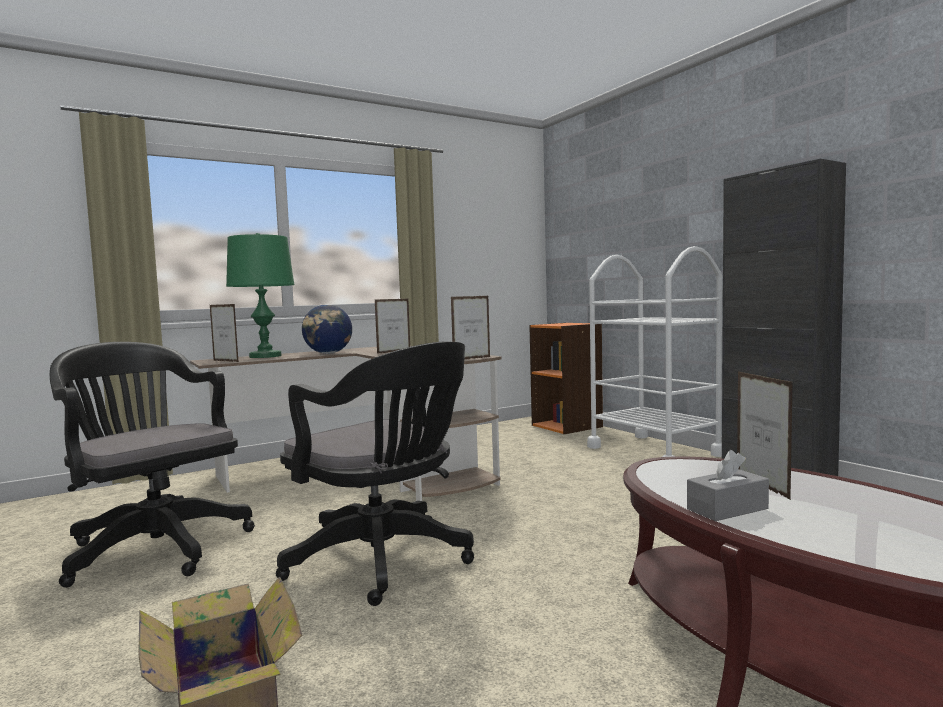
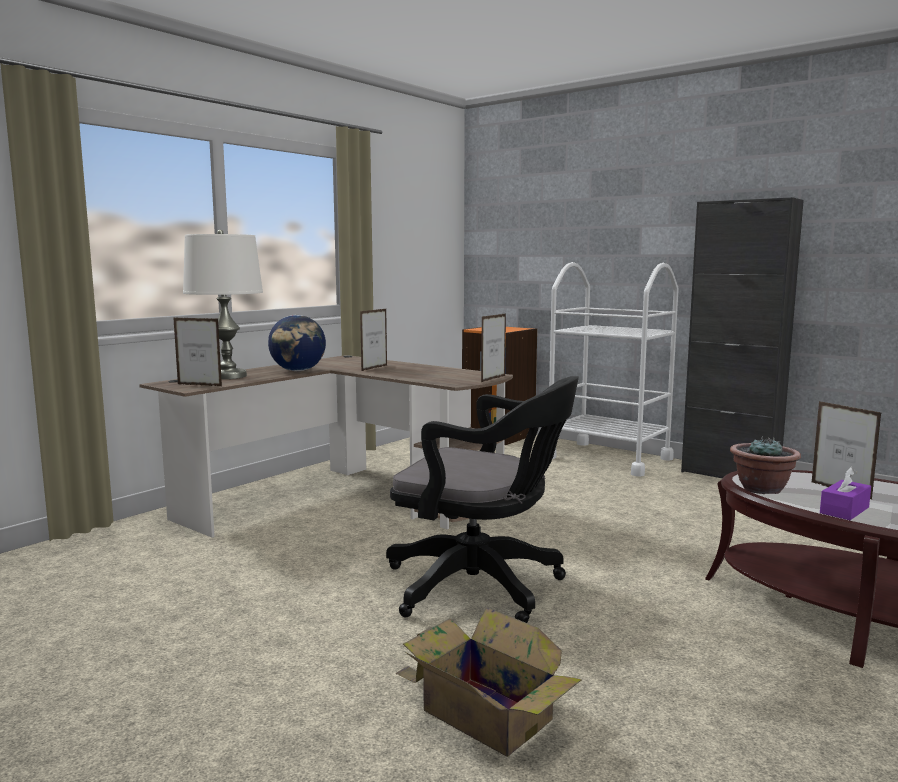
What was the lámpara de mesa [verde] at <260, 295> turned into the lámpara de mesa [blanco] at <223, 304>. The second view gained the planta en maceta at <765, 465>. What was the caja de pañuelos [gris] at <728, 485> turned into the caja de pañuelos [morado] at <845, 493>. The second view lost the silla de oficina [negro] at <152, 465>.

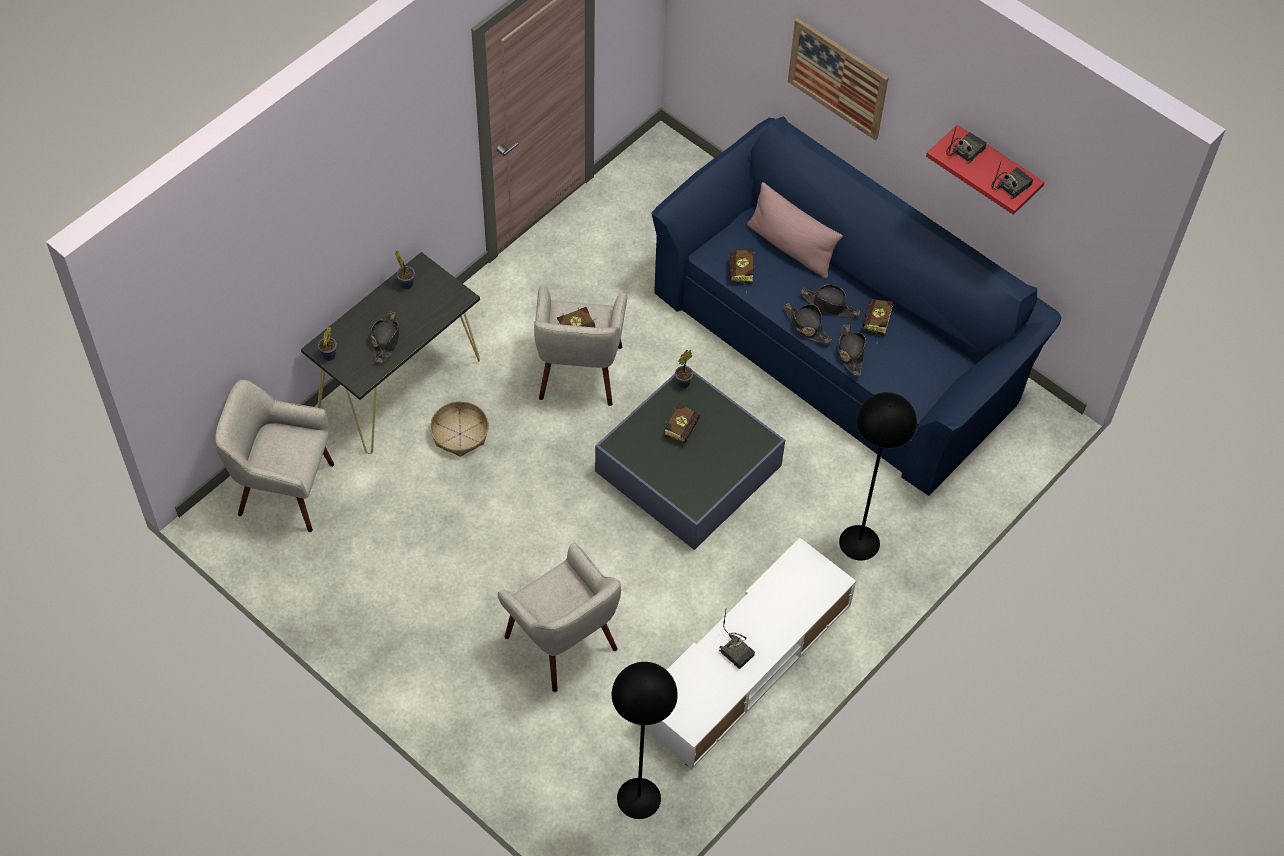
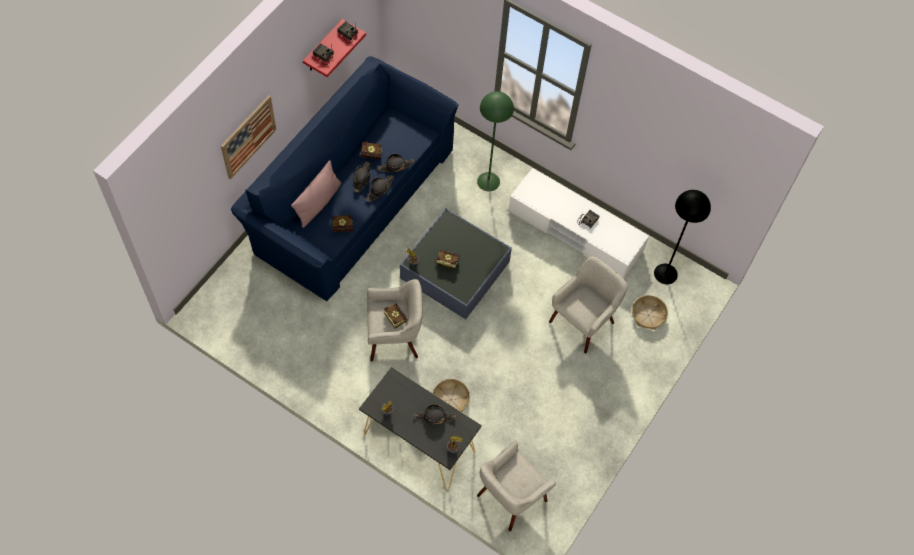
What was the lámpara de pie [negro] at <878, 476> turned into the lámpara de pie [verde] at <495, 141>. The sillón [beis] at <274, 456> ended up facing another way, 45 degrees clockwise from before. The second view gained the cesta at <650, 312>.

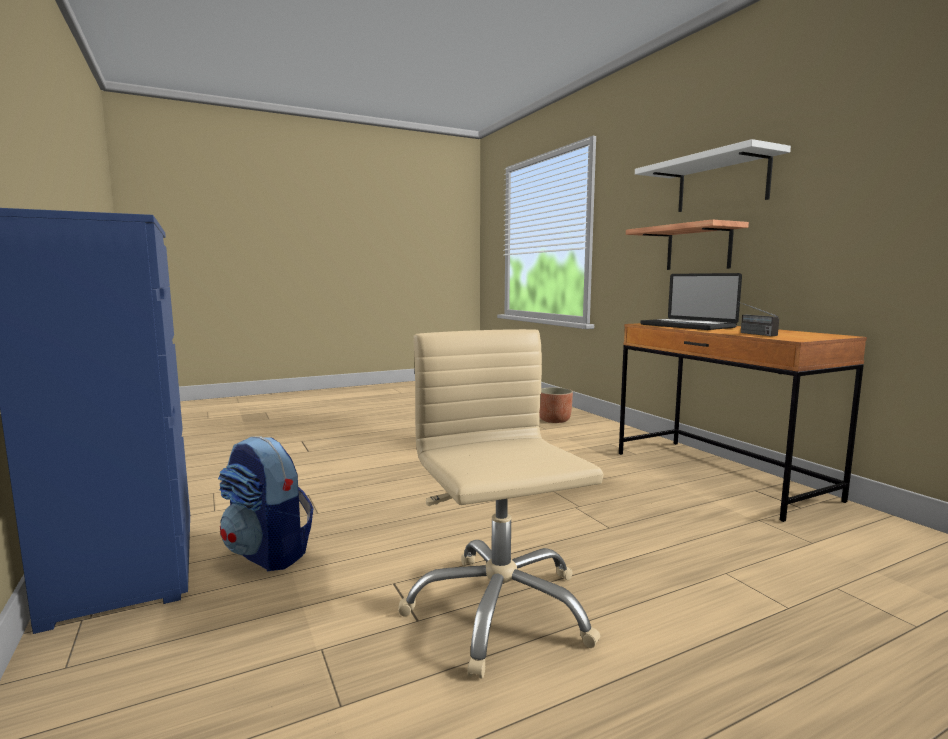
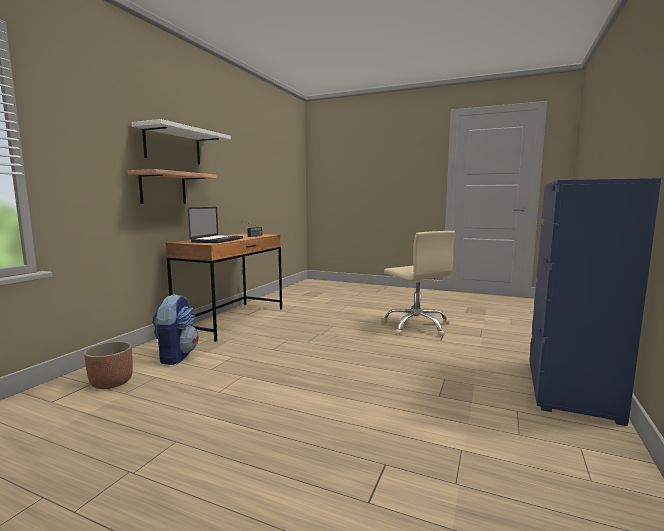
The mochila ended up elsewhere, having gone from <265, 504> to <175, 329>. The silla de oficina [beis] at <501, 504> ended up facing another way, 60 degrees counterclockwise from before.

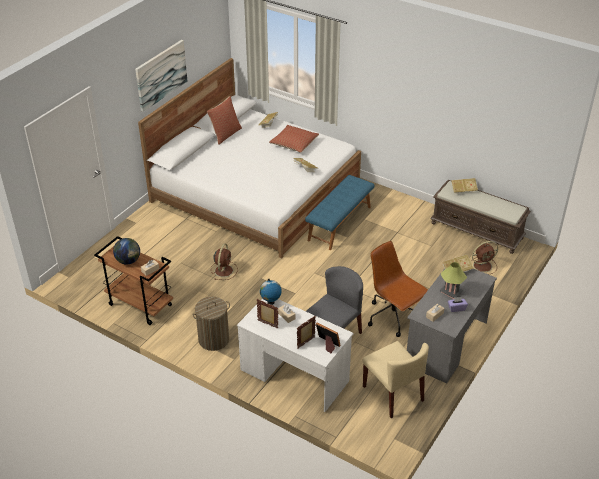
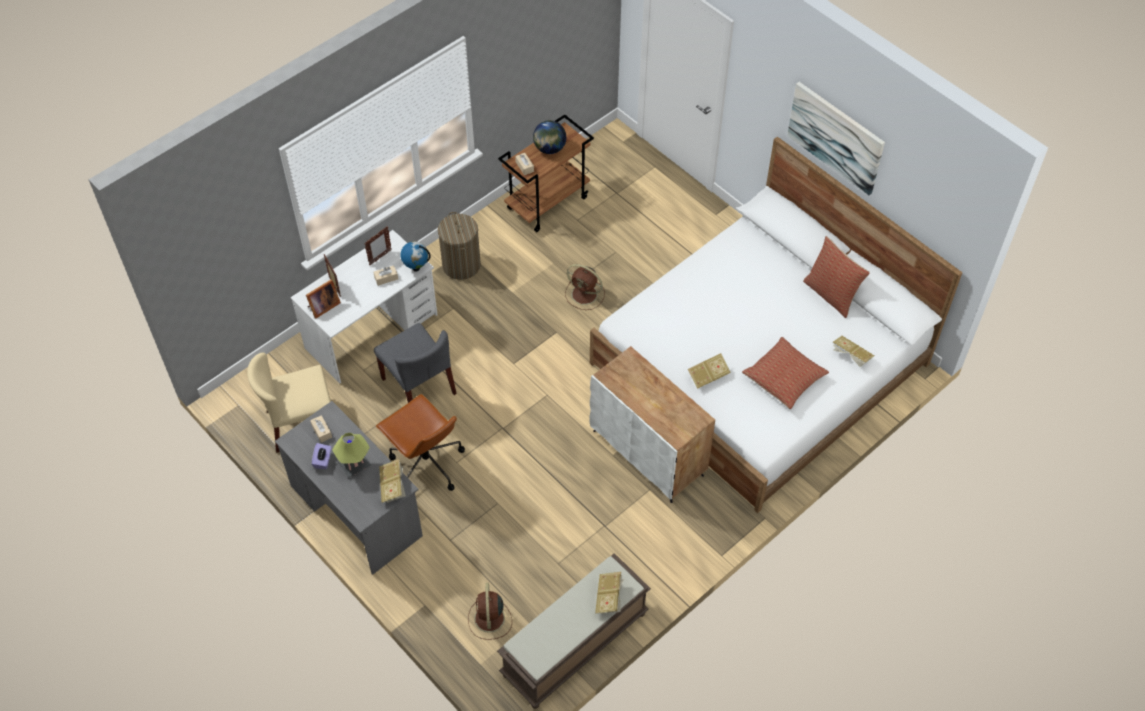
The silla de oficina [marrón] at <398, 289> ended up facing another way, 75 degrees clockwise from before. Where the banco [azul] stood at <340, 212>, the armario [blanco] came to stand at <652, 424>.

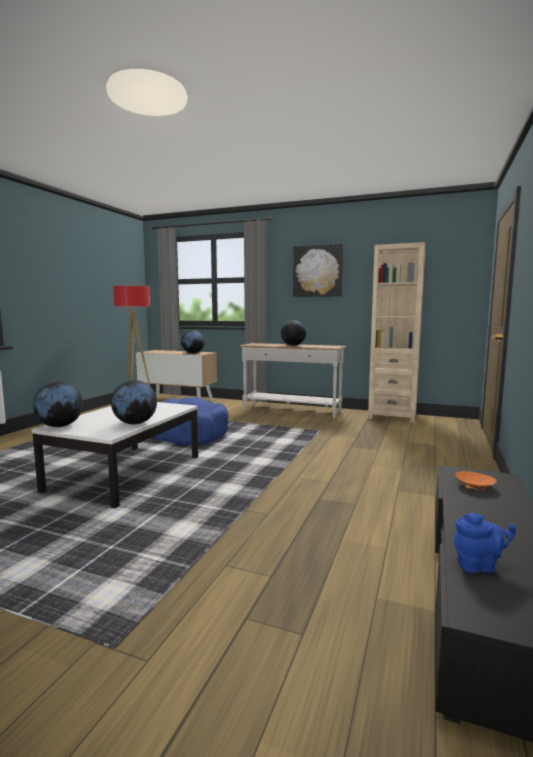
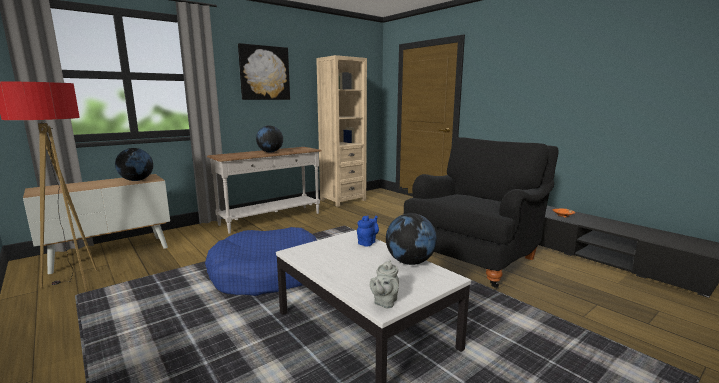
The tetera [azul] ended up elsewhere, having gone from <485, 543> to <368, 231>. Where the globo terráqueo stood at <58, 404>, the tetera [gris] came to stand at <384, 284>. The second view gained the sillón [negro] at <481, 212>.

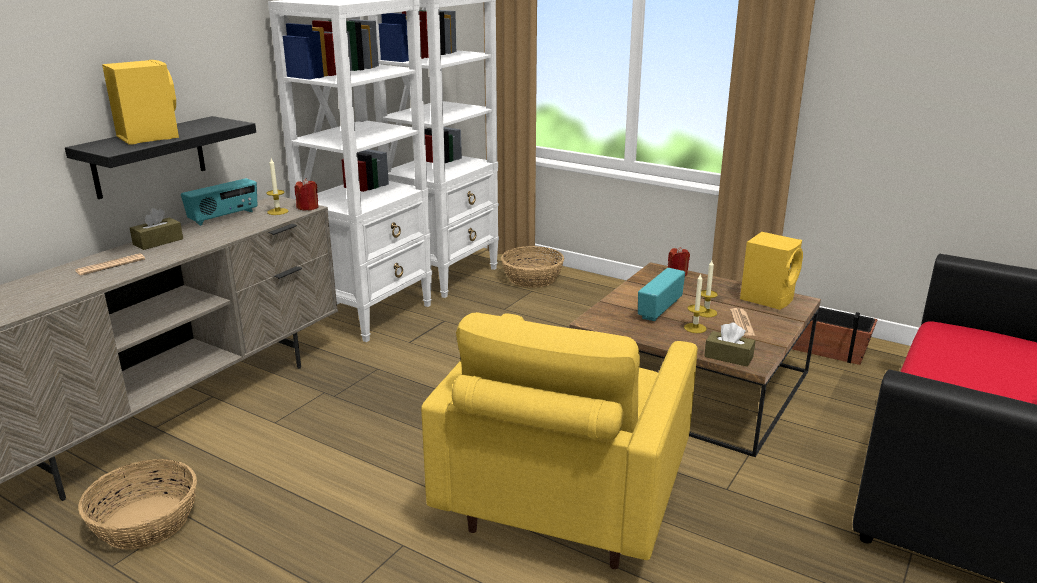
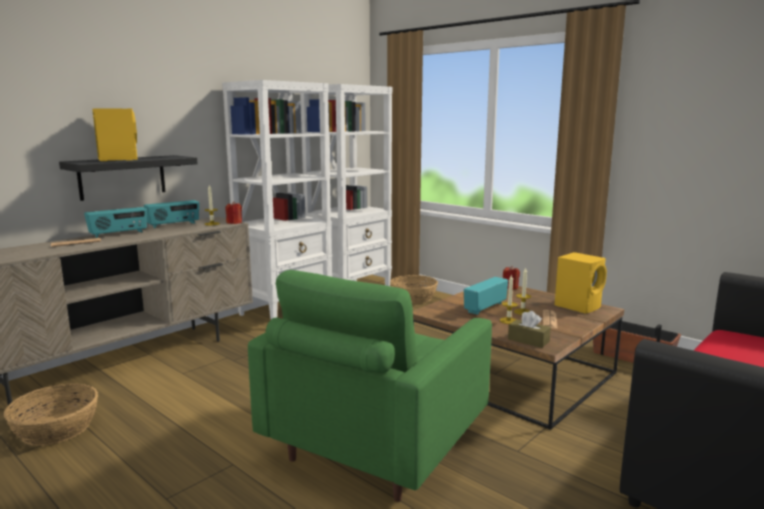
Where the caja de pañuelos [marrón] stood at <156, 229>, the radio came to stand at <115, 222>. What was the sillón [amarillo] at <559, 440> turned into the sillón [verde] at <370, 386>.

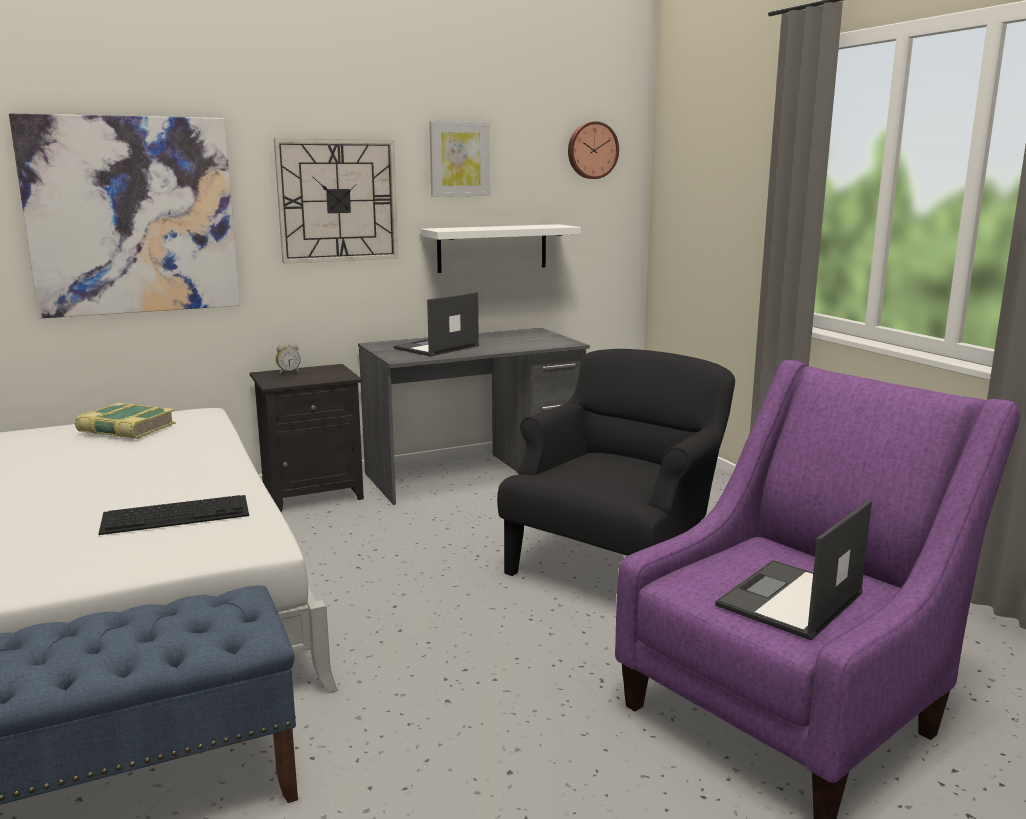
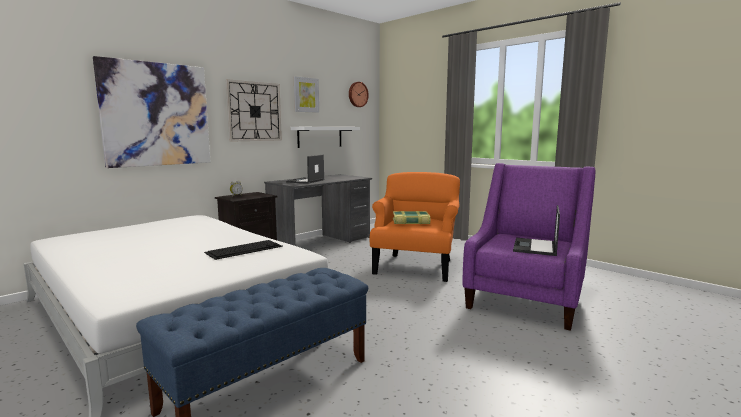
What was the sillón [negro] at <616, 462> turned into the sillón [naranja] at <415, 227>. The libro ended up elsewhere, having gone from <125, 421> to <411, 217>.

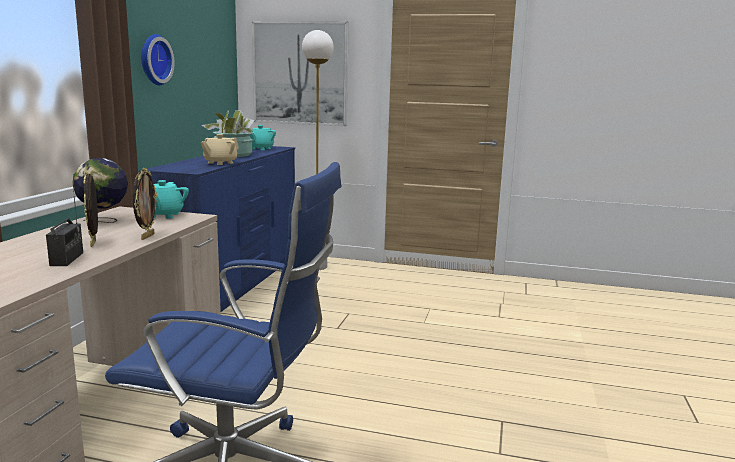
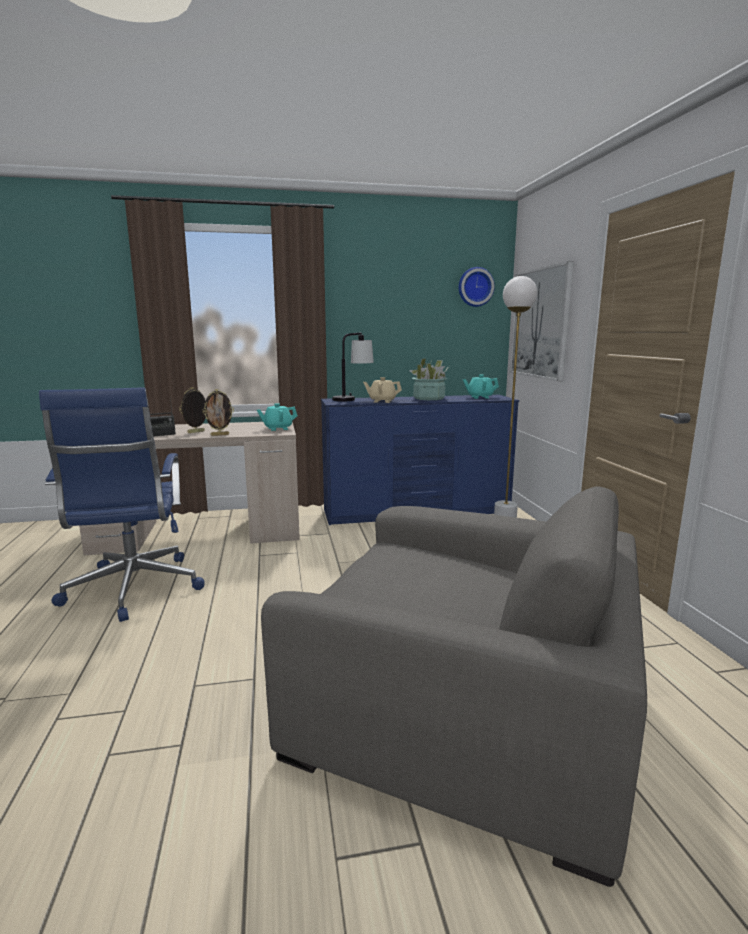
The second view gained the sillón [gris] at <454, 686>. The second view gained the lámpara de mesa at <353, 367>. The reloj de pared ended up elsewhere, having gone from <158, 59> to <477, 287>. The second view lost the globo terráqueo at <100, 190>.

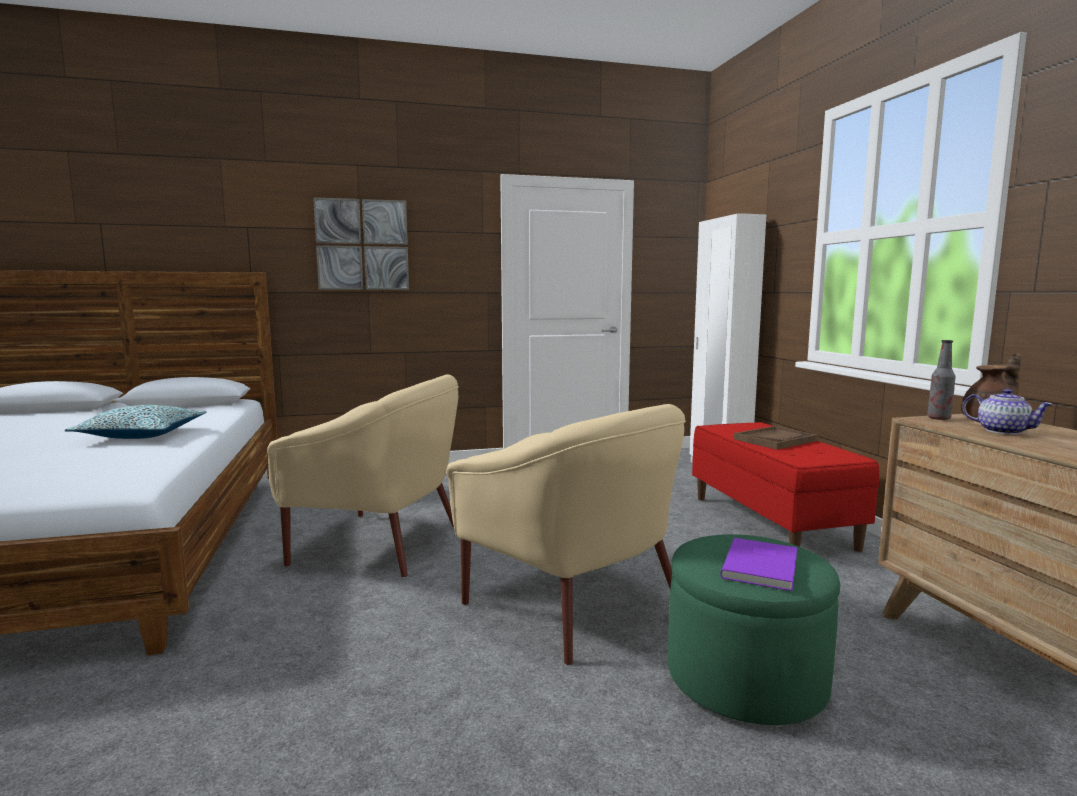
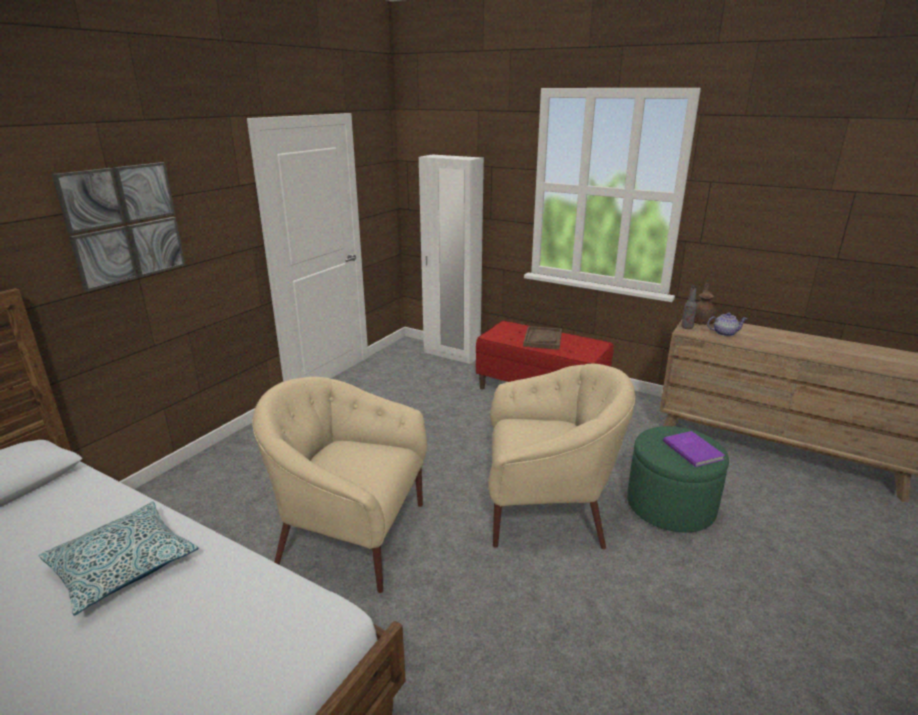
The sillón [beis] at <363, 476> ended up facing another way, 135 degrees counterclockwise from before.

